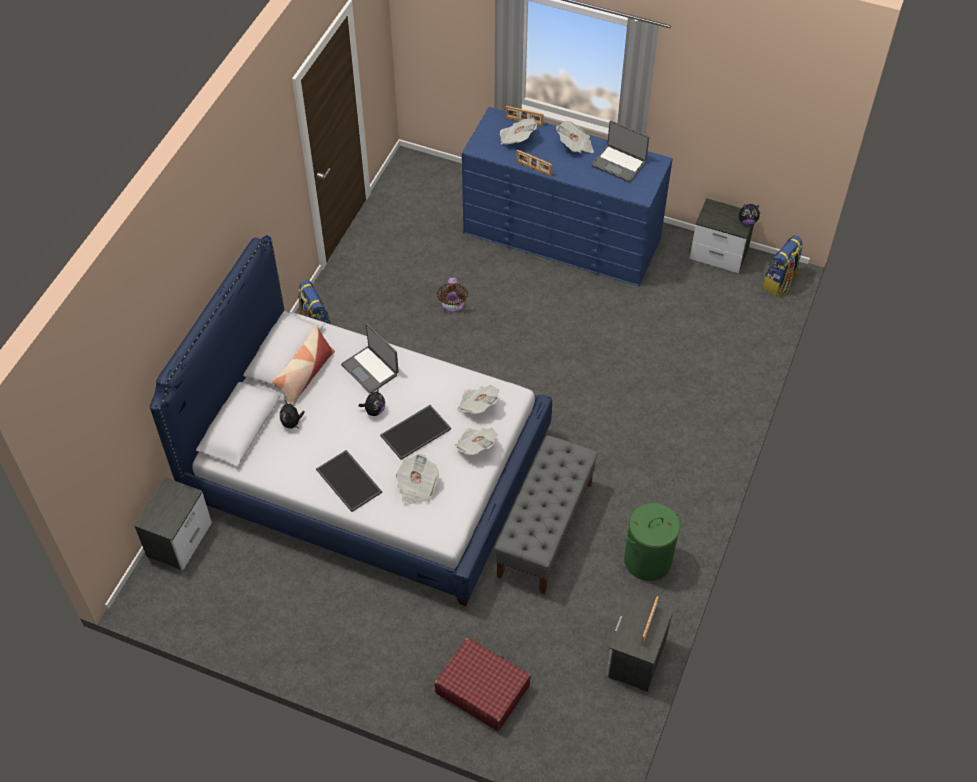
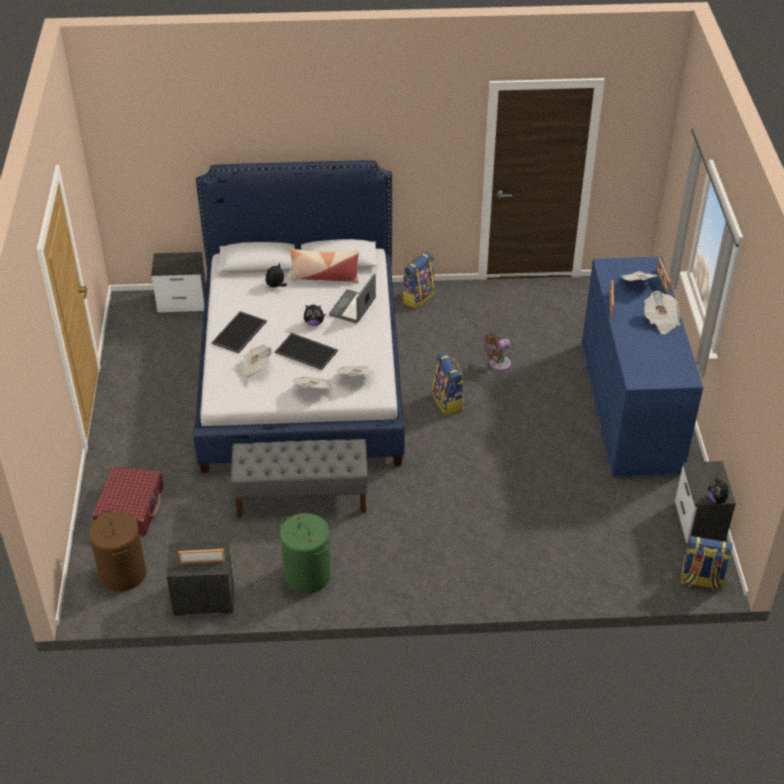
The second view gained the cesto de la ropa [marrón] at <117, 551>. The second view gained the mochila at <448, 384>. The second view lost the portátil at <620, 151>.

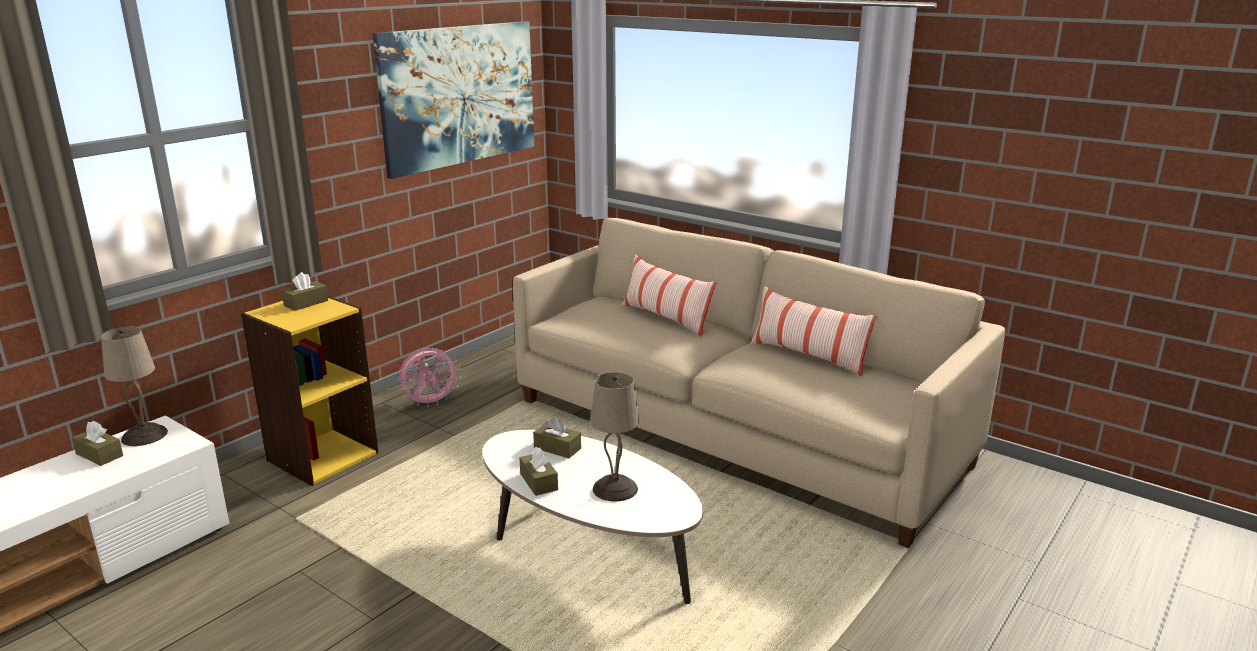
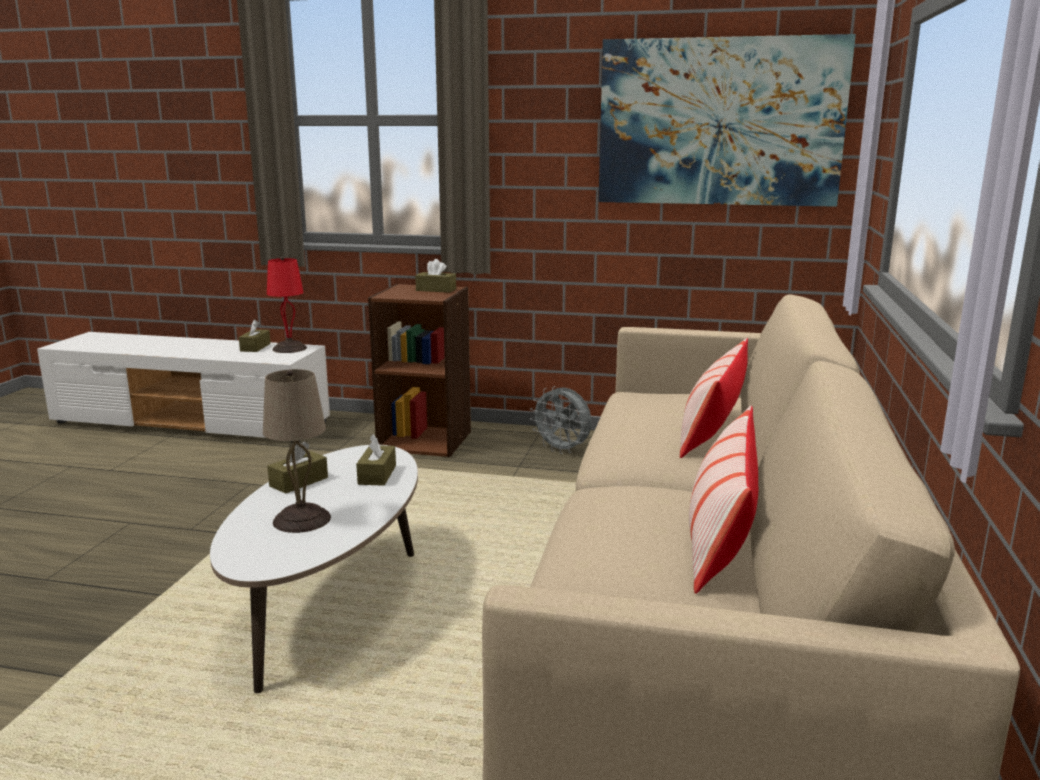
What was the lámpara de mesa [beis] at <134, 386> turned into the lámpara de mesa [rojo] at <287, 305>. What was the estantería [amarillo] at <309, 391> turned into the estantería [marrón] at <419, 370>. What was the ventilador [rosa] at <429, 377> turned into the ventilador [gris] at <561, 420>.

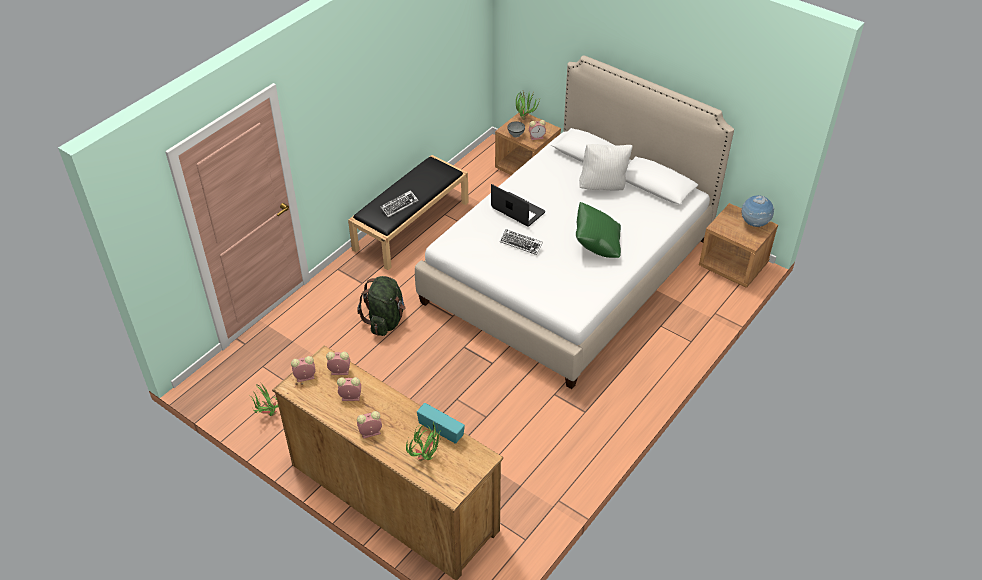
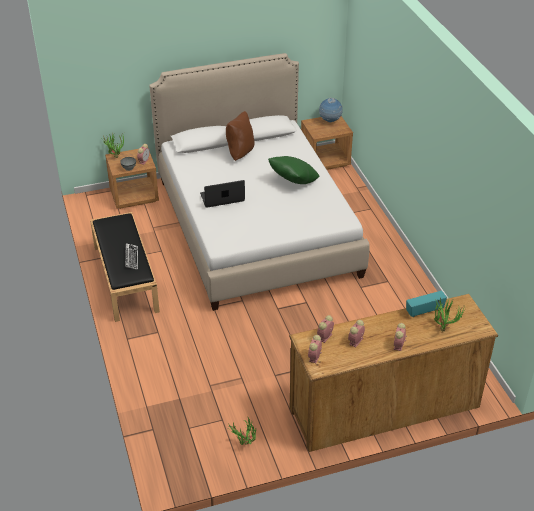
What was the cojín [blanco] at <606, 167> turned into the cojín [marrón] at <240, 136>. The second view lost the mochila [verde] at <381, 306>. The second view lost the teclado at <521, 242>.

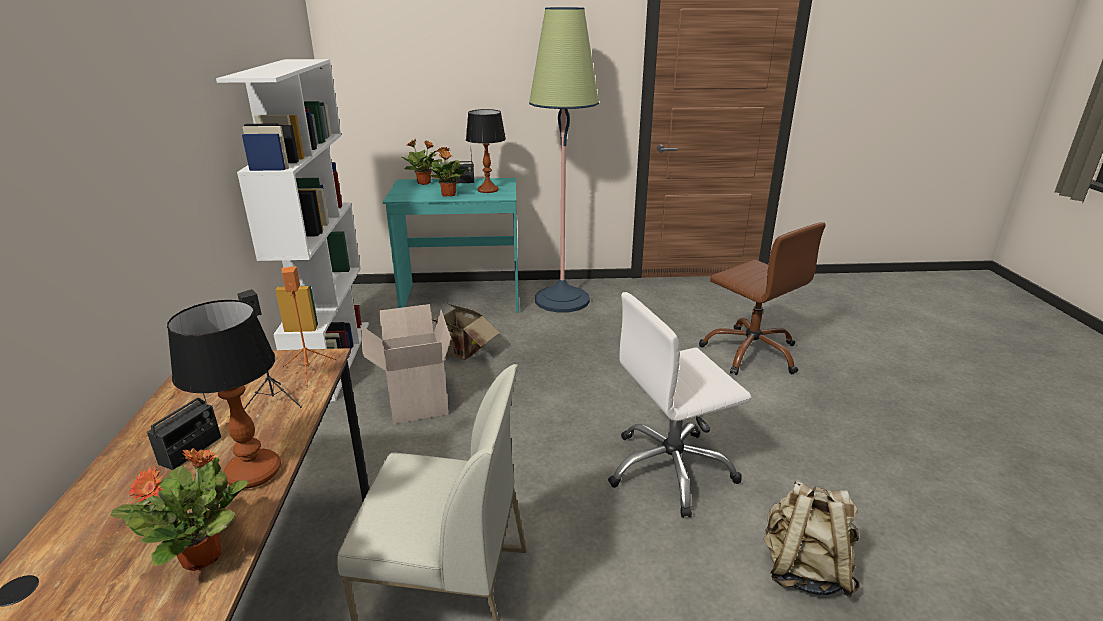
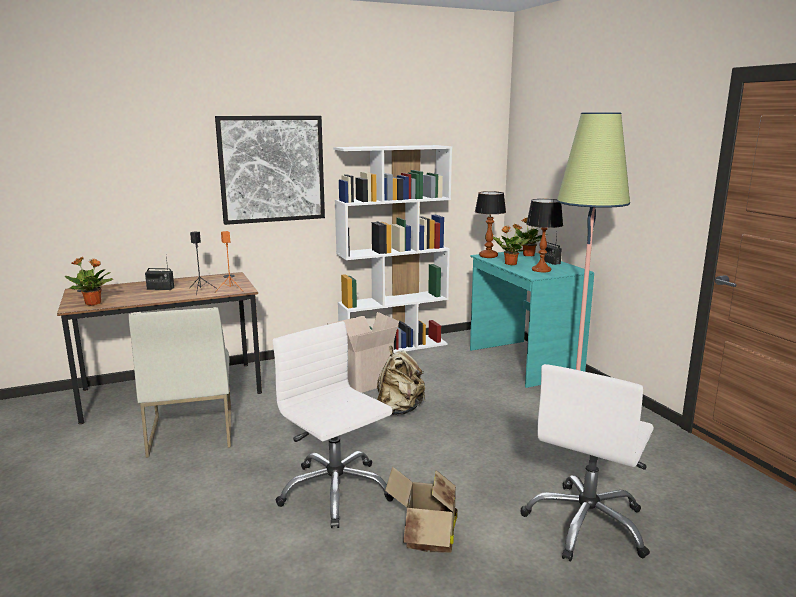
The second view gained the cuadro at <270, 170>. The mochila [beis] ended up elsewhere, having gone from <812, 539> to <401, 380>. The caja de cartón ended up elsewhere, having gone from <466, 331> to <421, 509>. The lámpara de mesa ended up elsewhere, having gone from <224, 394> to <490, 224>. What was the silla de oficina [marrón] at <762, 298> turned into the silla de oficina [blanco] at <587, 463>.

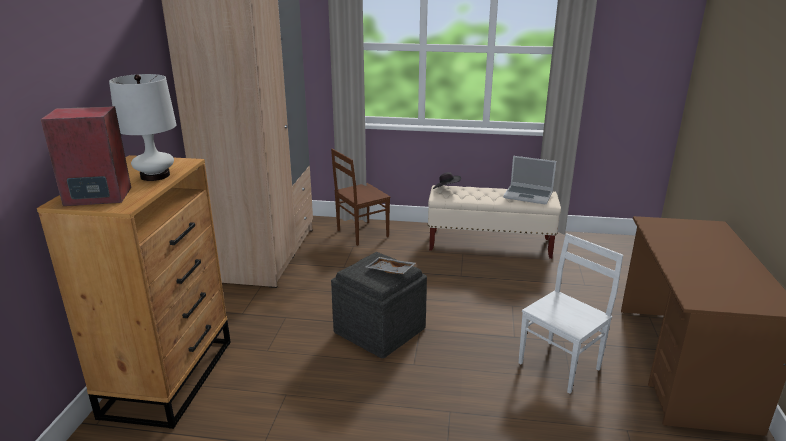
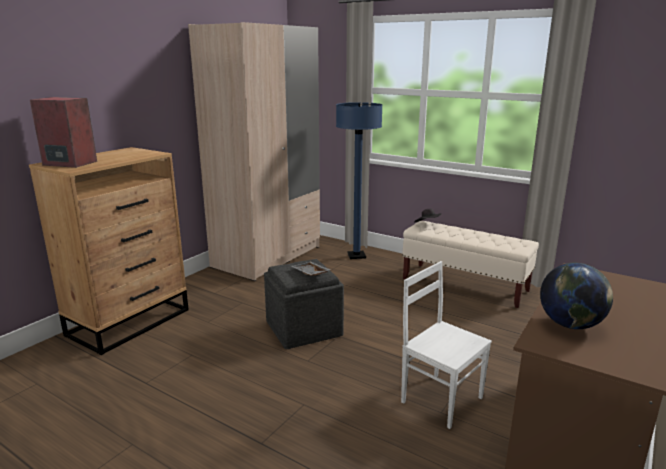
Where the silla [marrón] stood at <360, 197>, the lámpara de pie [azul] came to stand at <359, 180>. The silla [blanco] at <571, 313> ended up facing another way, 120 degrees counterclockwise from before. The second view gained the globo terráqueo at <576, 296>. The second view lost the lámpara de mesa [blanco] at <142, 127>. The second view lost the portátil at <529, 180>.

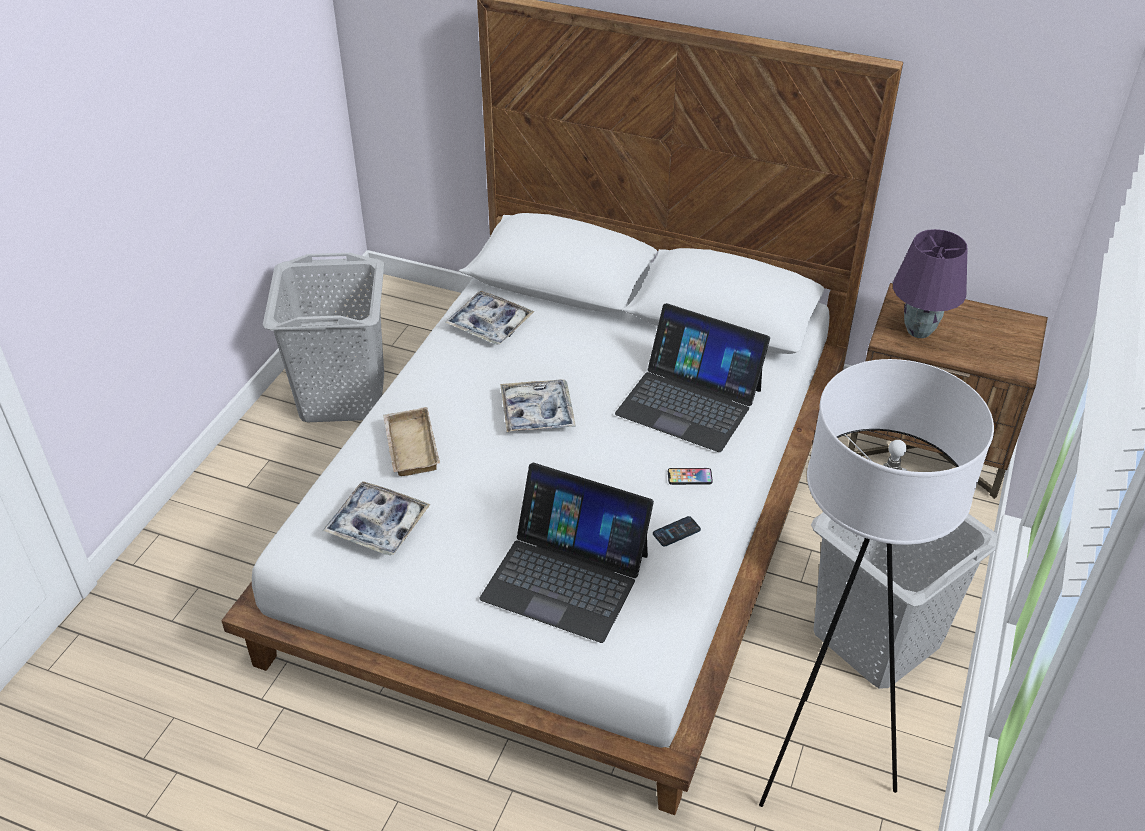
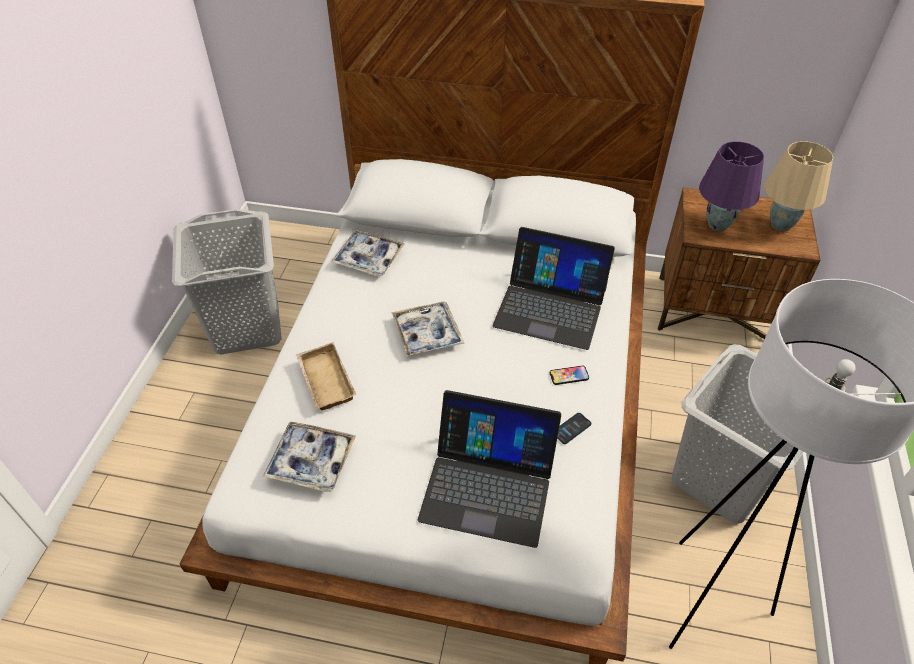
The second view gained the lámpara de mesa [beis] at <798, 186>.

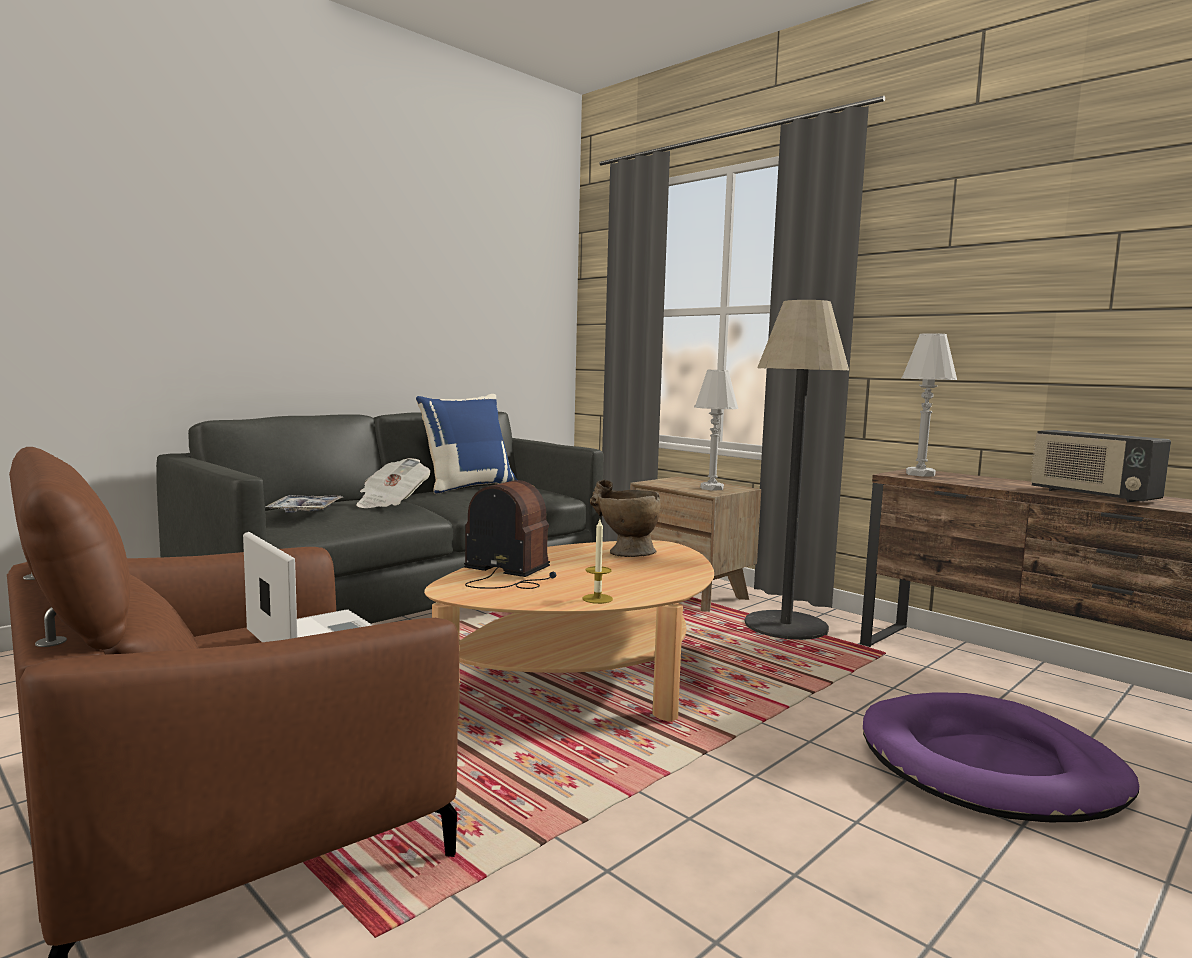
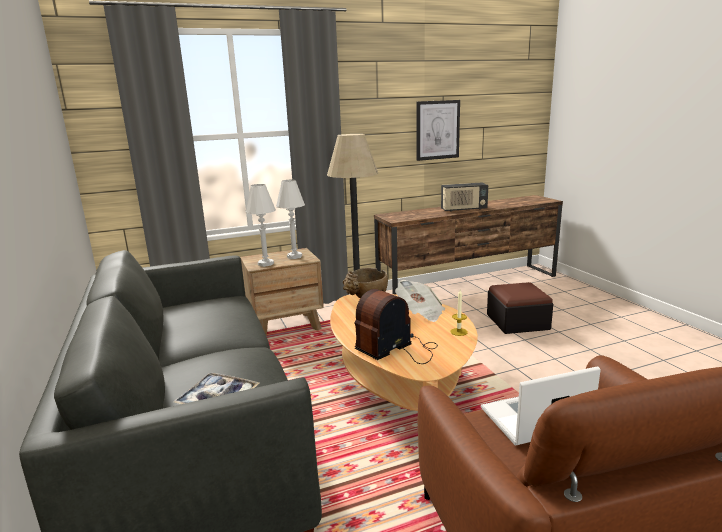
The lámpara de mesa [blanco] ended up elsewhere, having gone from <929, 405> to <260, 225>. The periódico ended up elsewhere, having gone from <393, 483> to <420, 301>. The second view gained the cuadro at <438, 130>. Where the cama para perro [morado] stood at <1001, 757>, the puf came to stand at <520, 308>. The second view lost the cojín [azul] at <466, 444>.

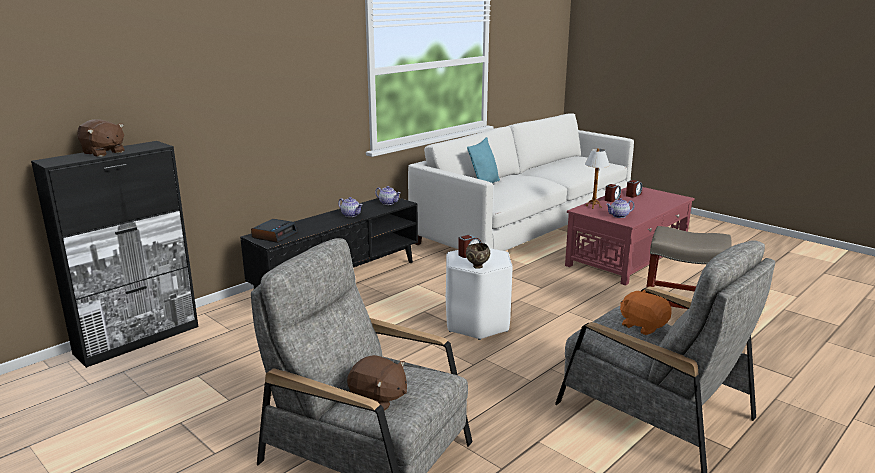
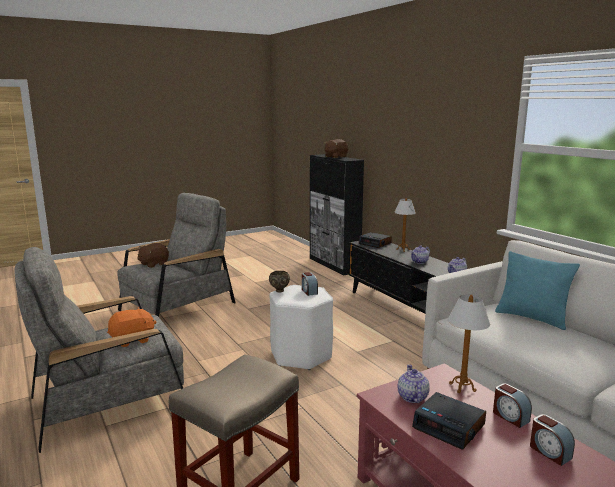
The second view gained the lámpara de mesa at <405, 225>. The second view gained the despertador at <449, 420>.

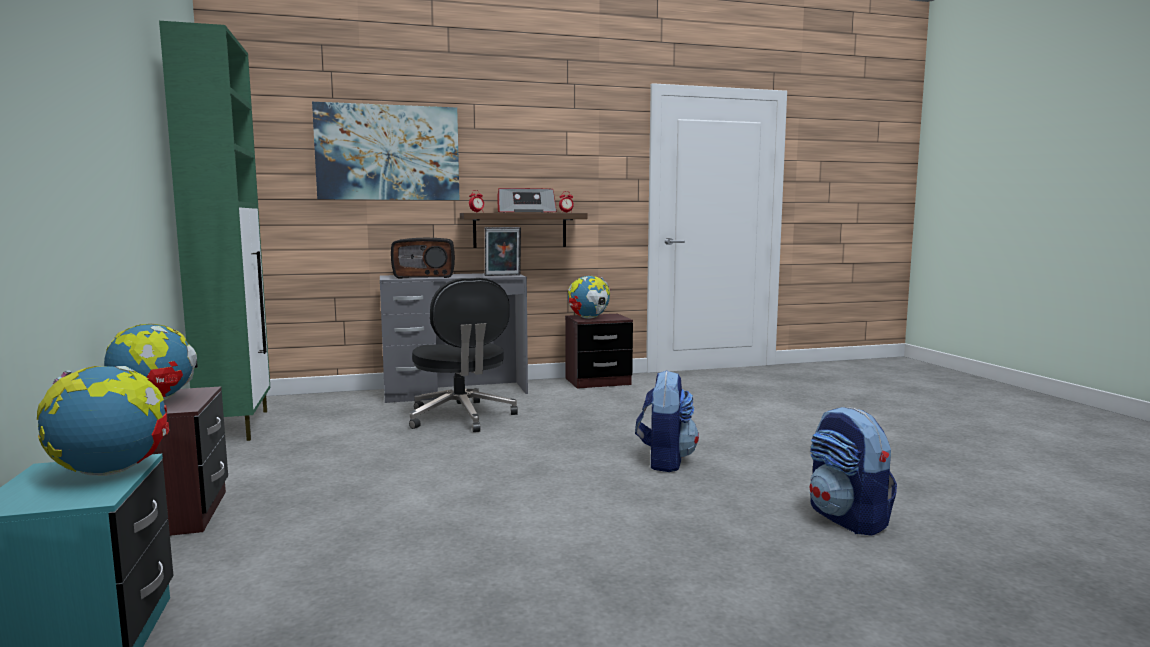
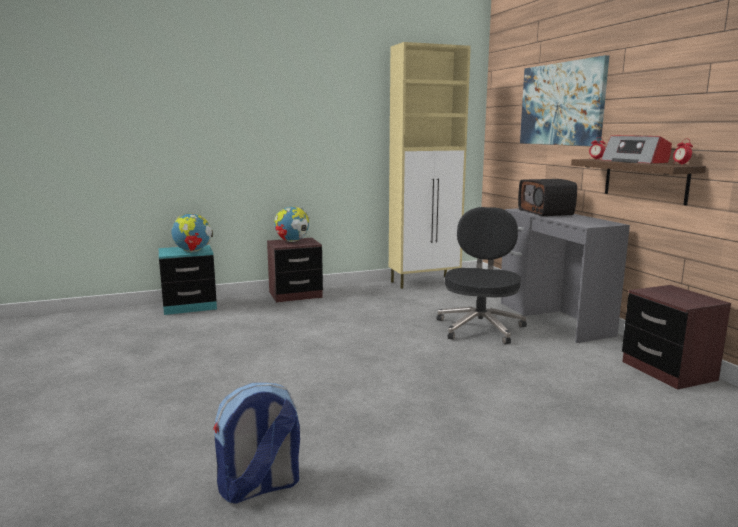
What was the armario [verde] at <214, 231> turned into the armario [beis] at <430, 165>. The silla de oficina [negro] at <463, 355> ended up facing another way, 135 degrees clockwise from before. The second view lost the portarretratos at <502, 251>. The second view lost the globo terráqueo at <589, 297>. The second view lost the mochila at <667, 421>.

